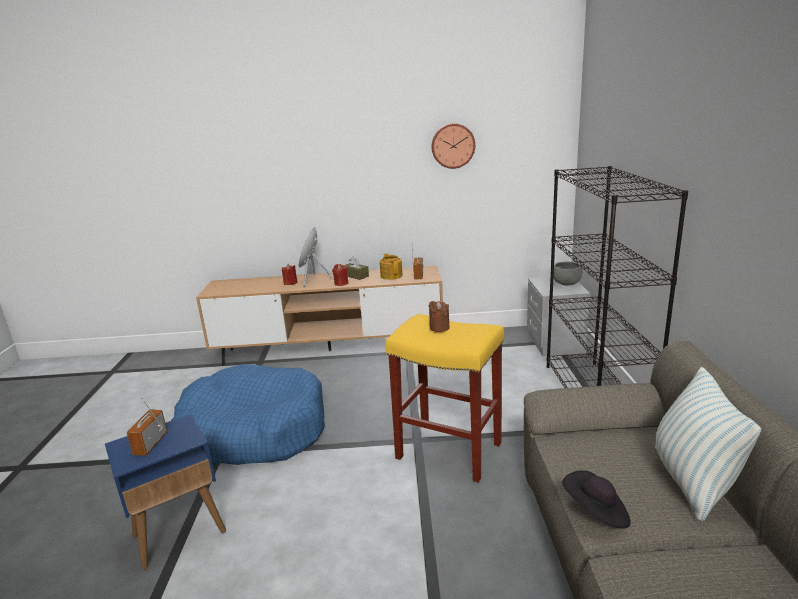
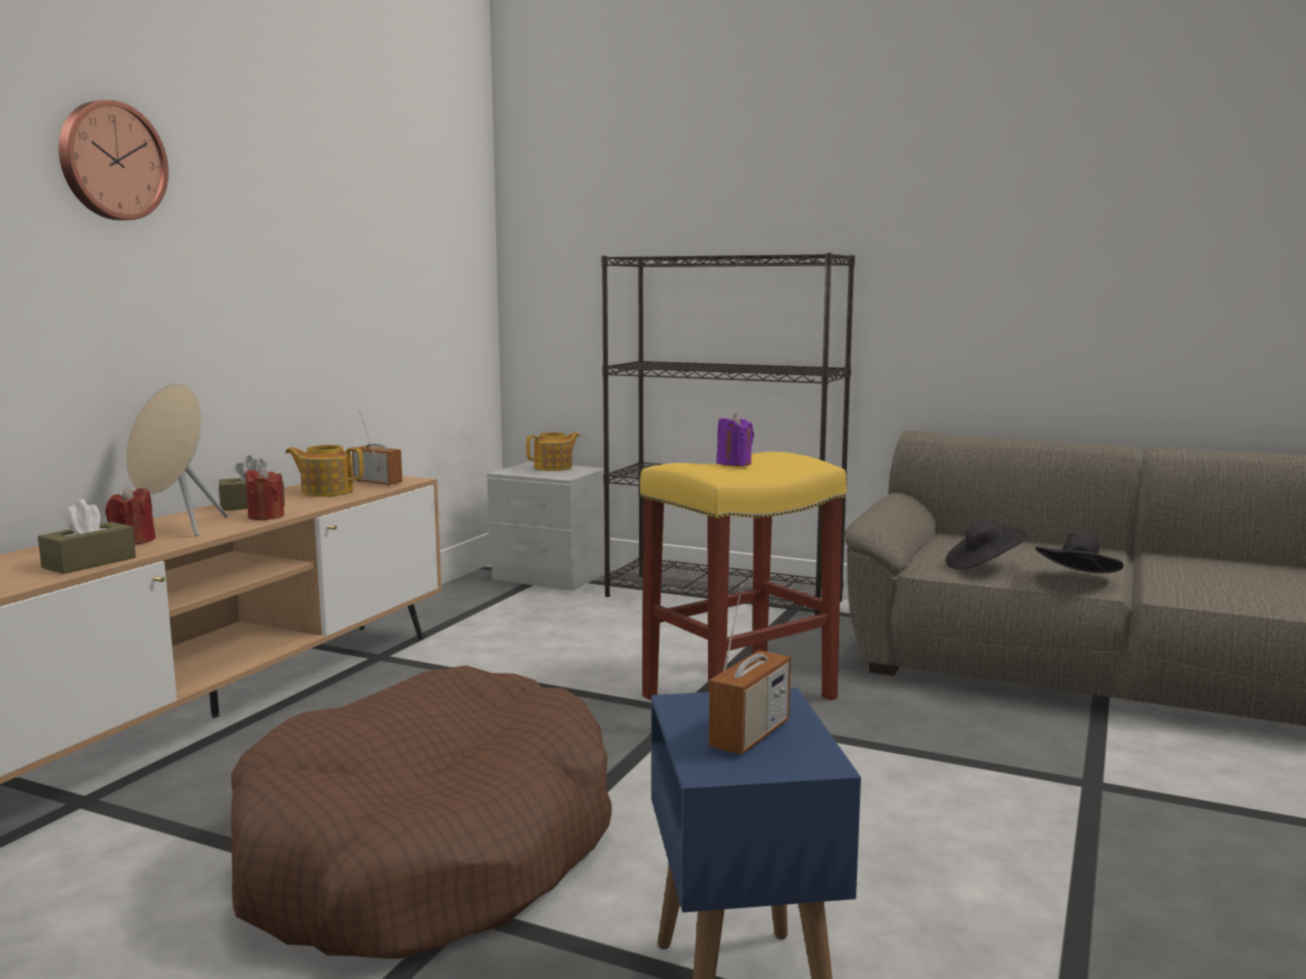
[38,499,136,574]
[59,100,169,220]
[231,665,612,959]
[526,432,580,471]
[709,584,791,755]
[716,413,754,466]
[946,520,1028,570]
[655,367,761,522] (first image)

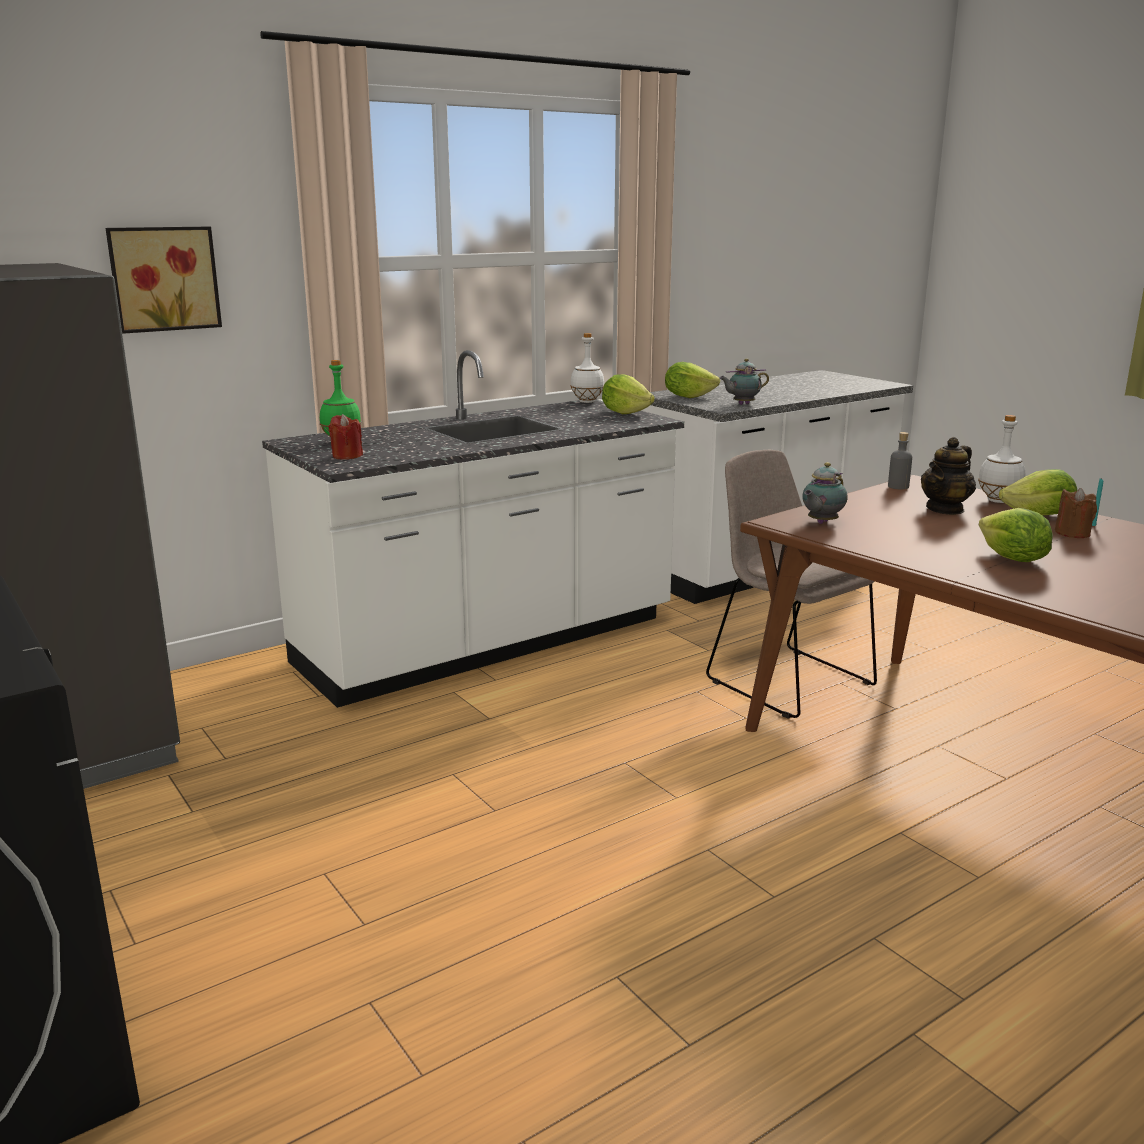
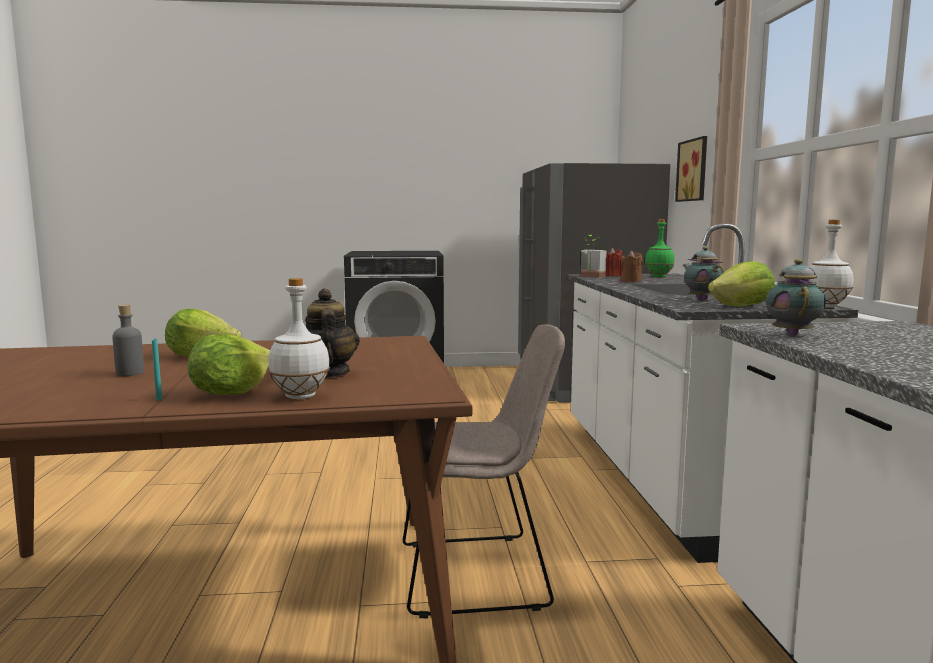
[112,305,144,376]
[581,235,607,278]
[621,251,643,282]
[683,247,725,300]
[665,362,720,398] (first image)

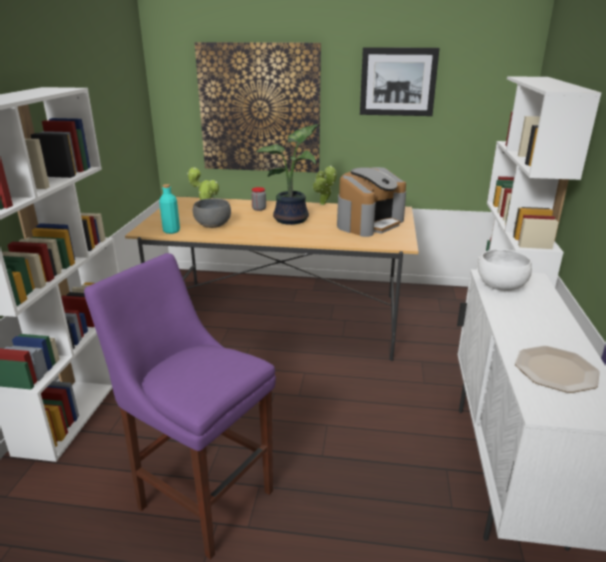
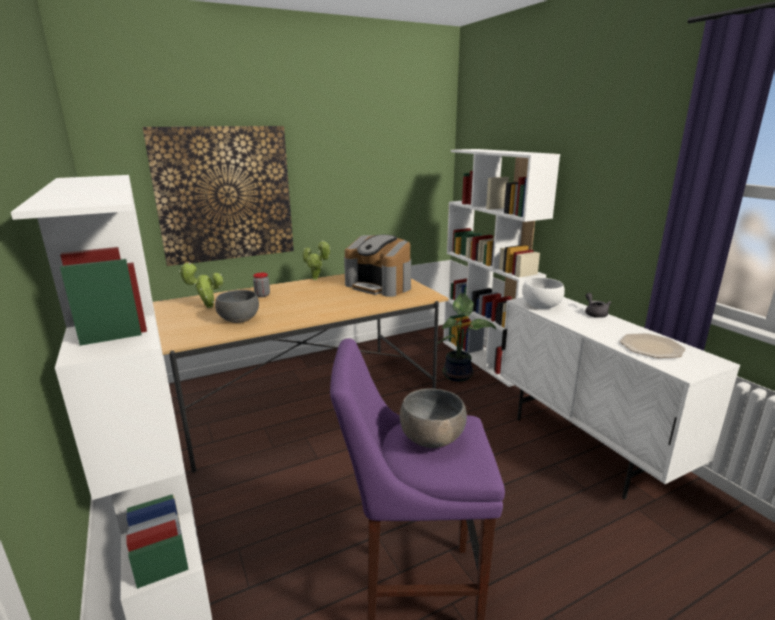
[344,235,411,297]
[400,388,467,448]
[437,293,496,382]
[585,293,611,318]
[159,184,180,234] (first image)
[360,47,440,116] (first image)

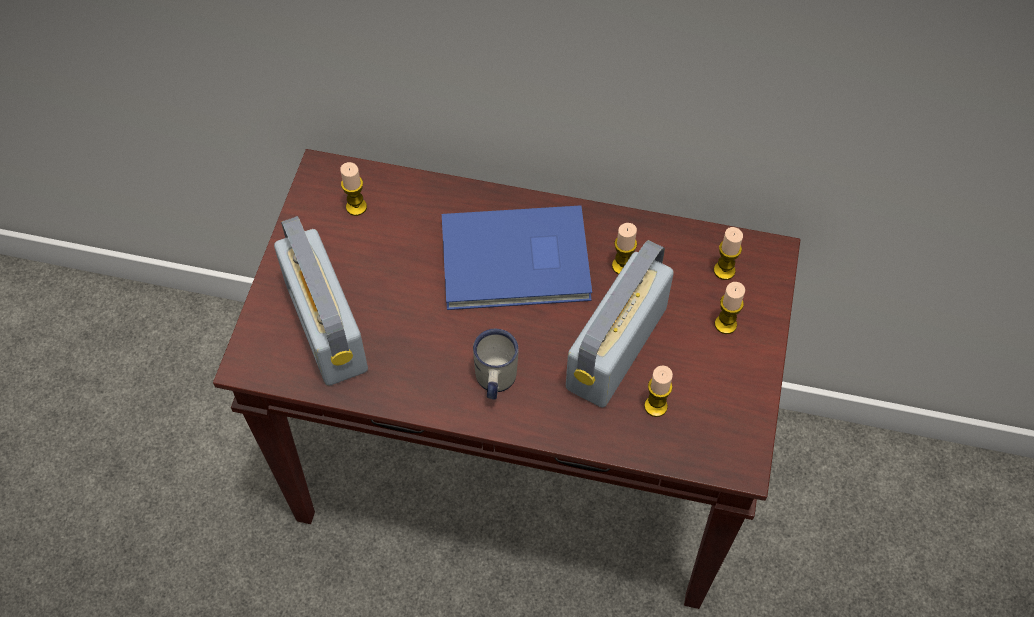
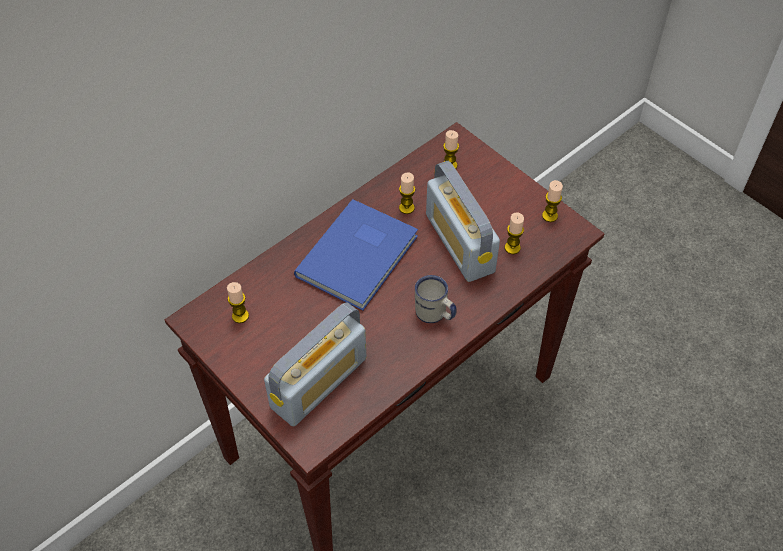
[264,302,366,426]
[542,180,563,222]

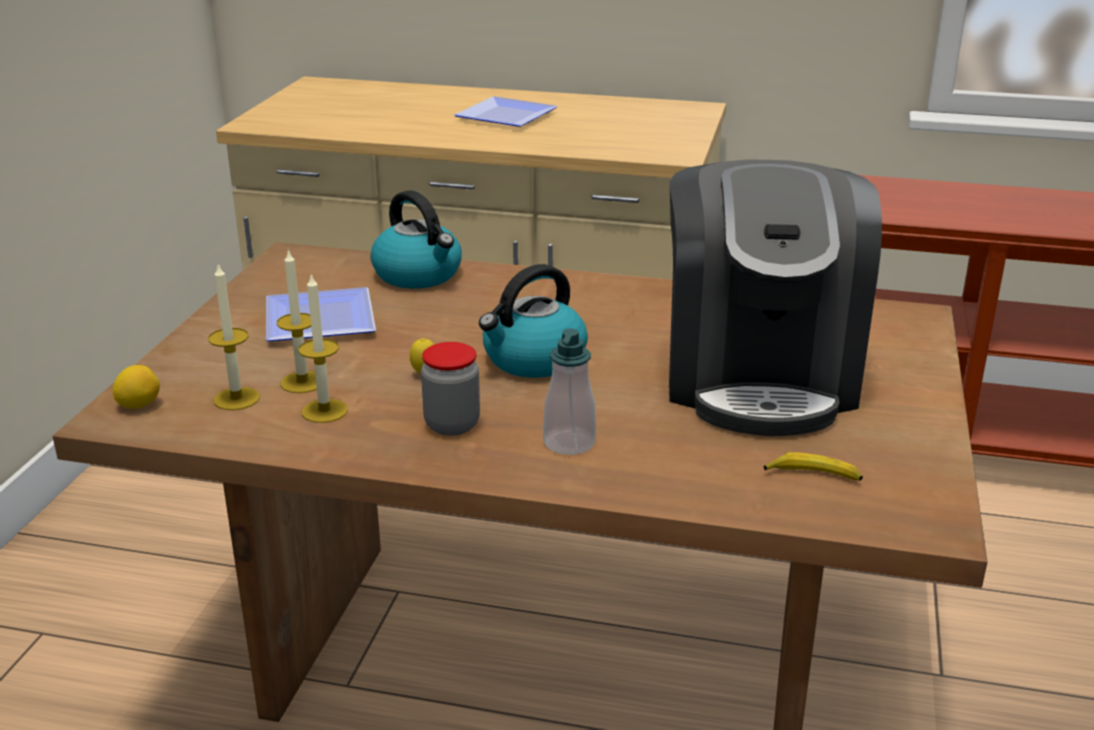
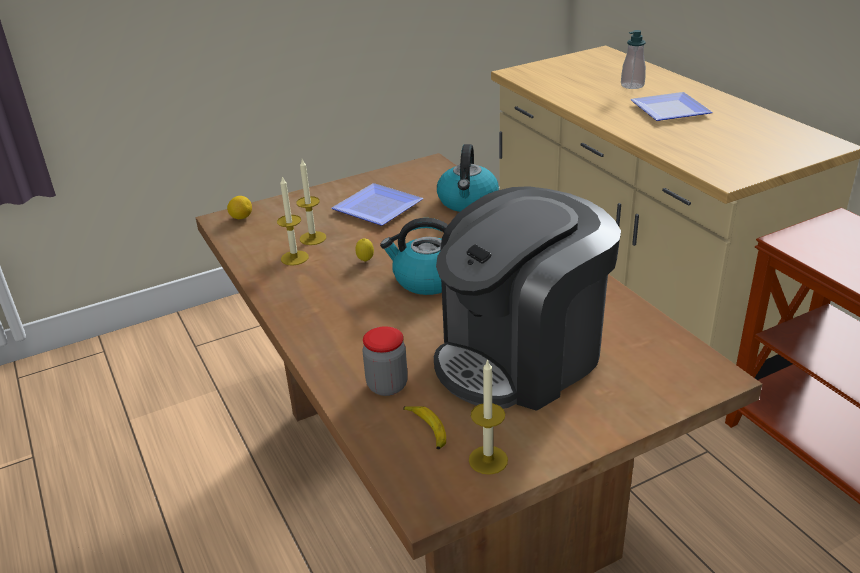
[362,326,408,396]
[469,359,508,475]
[621,30,646,89]

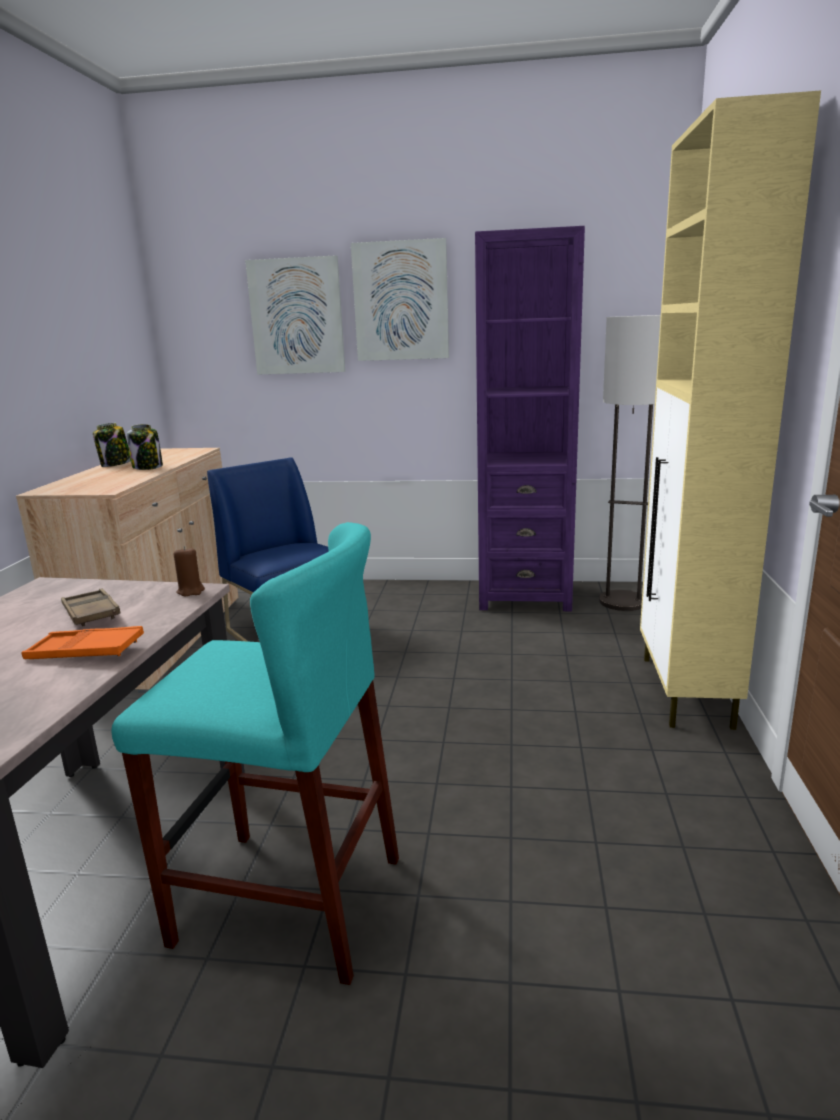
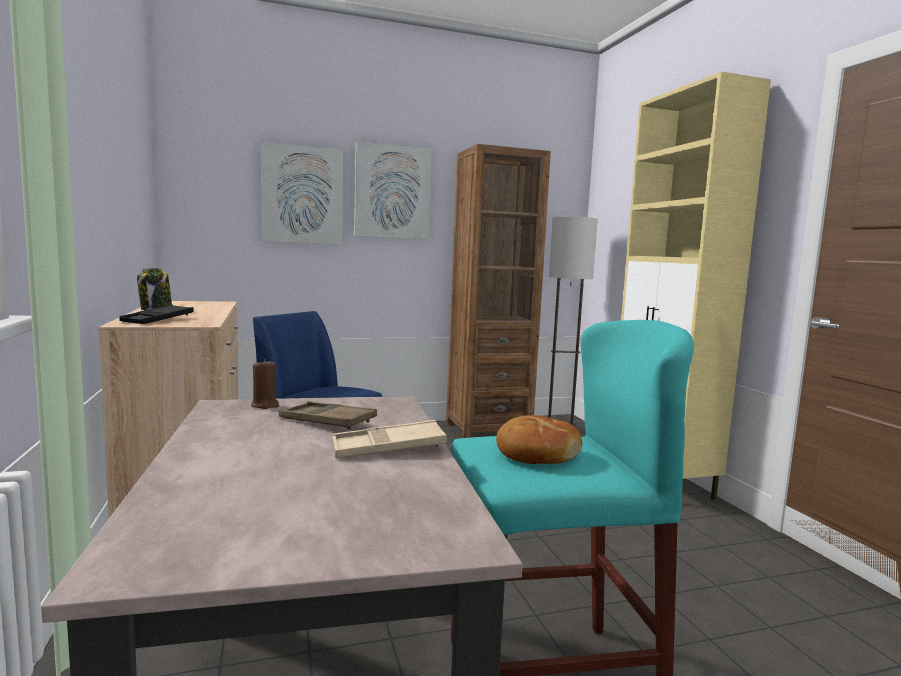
[119,305,194,324]
[251,359,279,409]
[332,420,447,458]
[446,144,551,438]
[496,415,582,464]
[127,424,163,470] (first image)

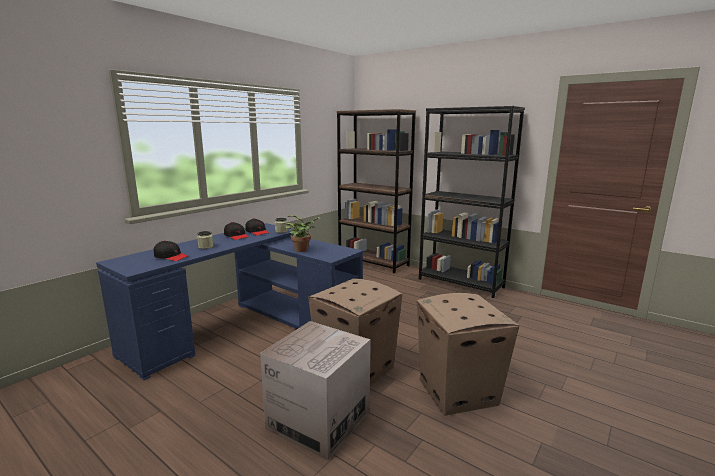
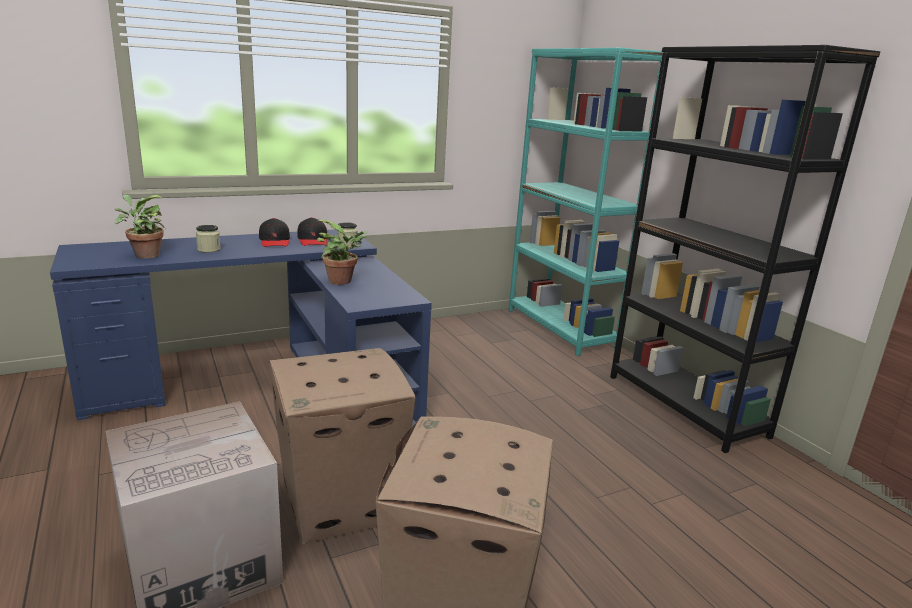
[114,195,166,259]
[508,48,662,356]

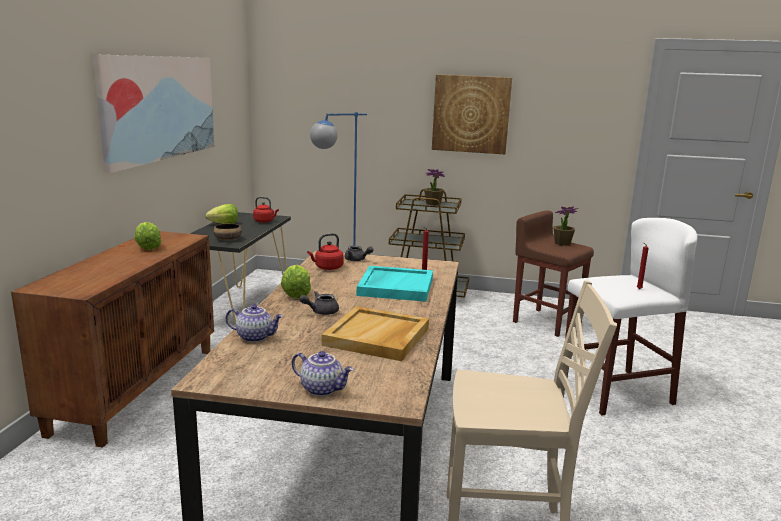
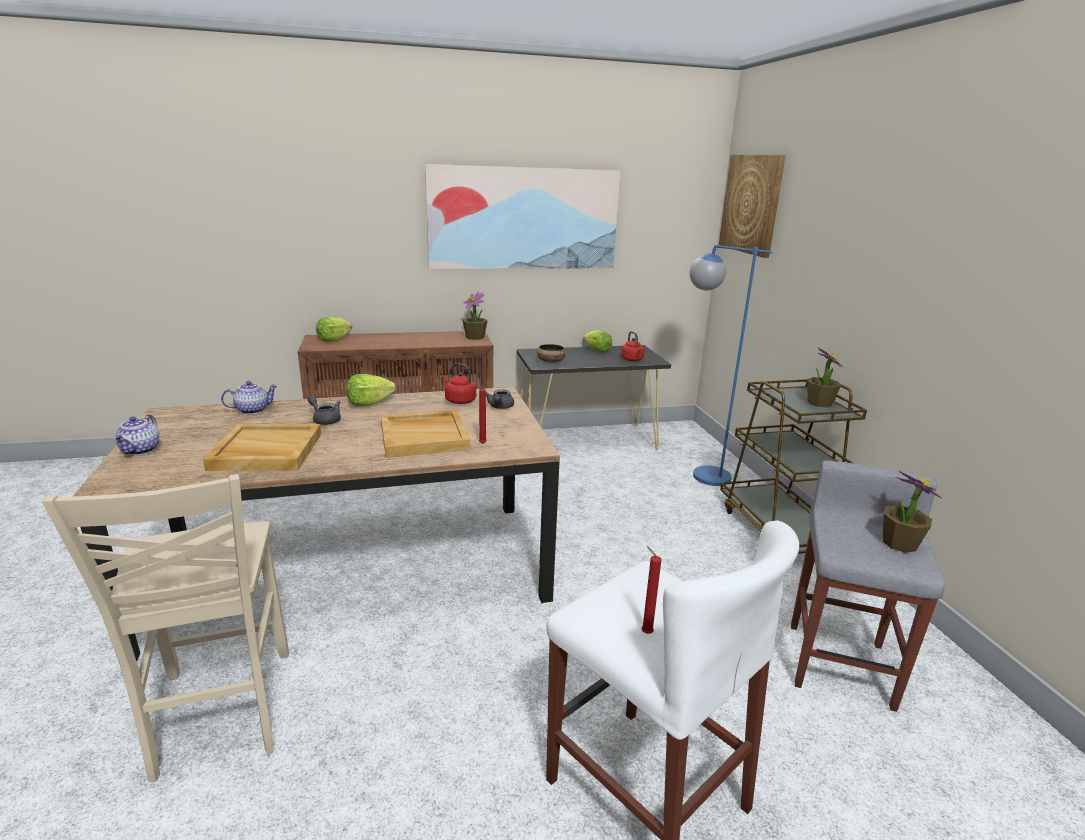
[221,381,278,414]
[316,317,352,342]
[381,410,470,458]
[462,292,488,340]
[719,155,786,258]
[791,460,946,712]

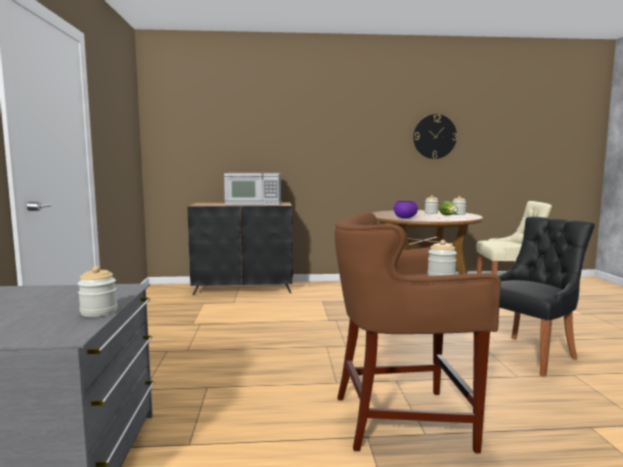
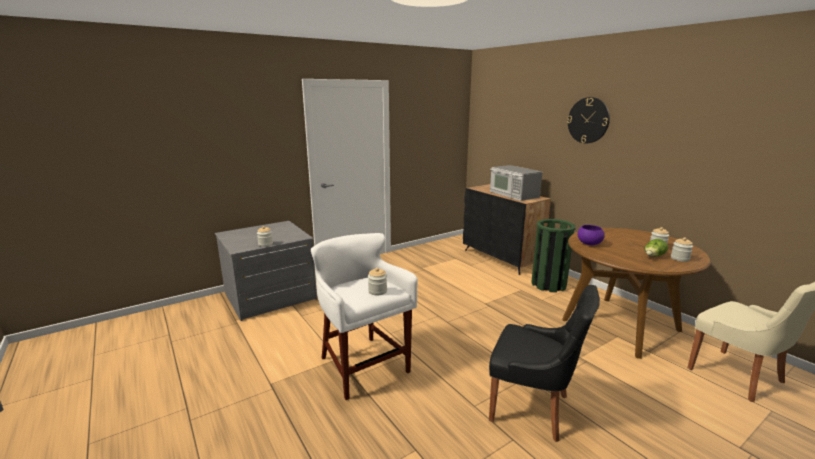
[311,233,418,400]
[531,219,575,292]
[567,97,610,143]

